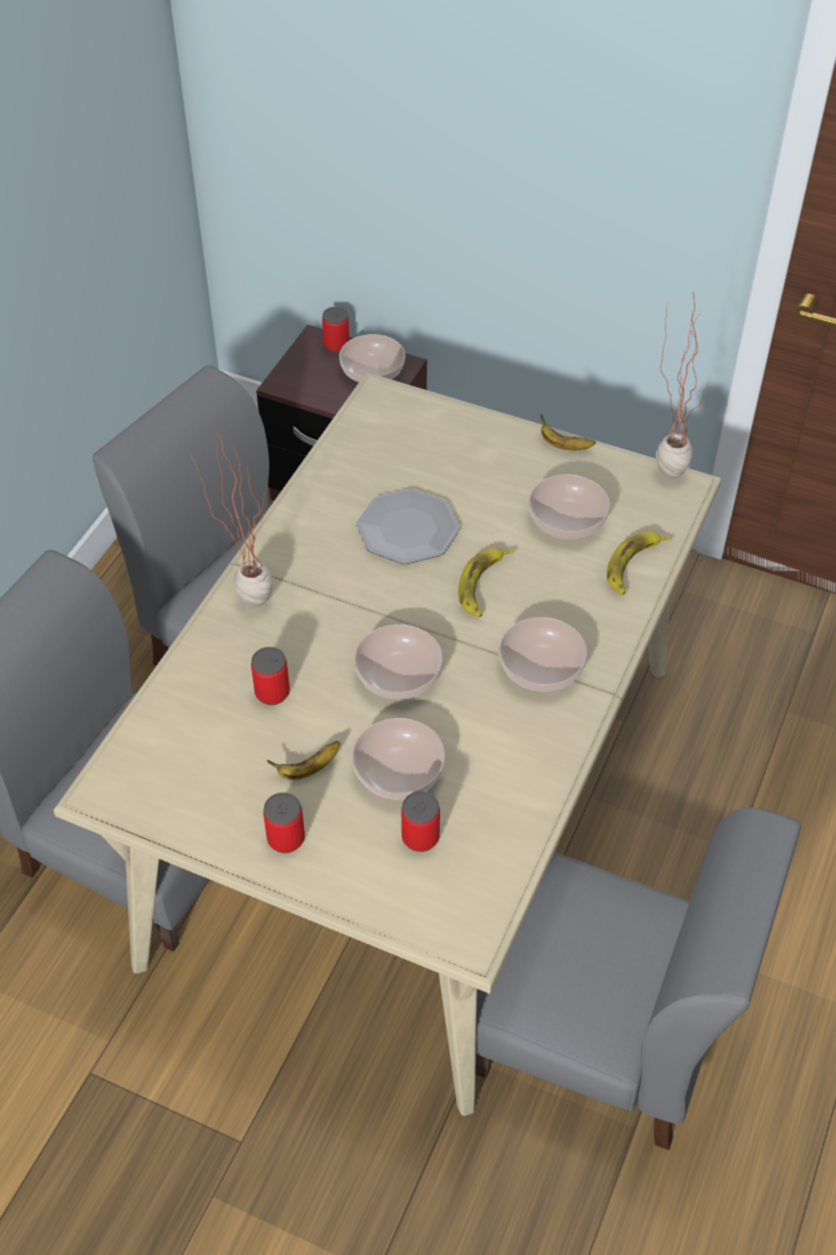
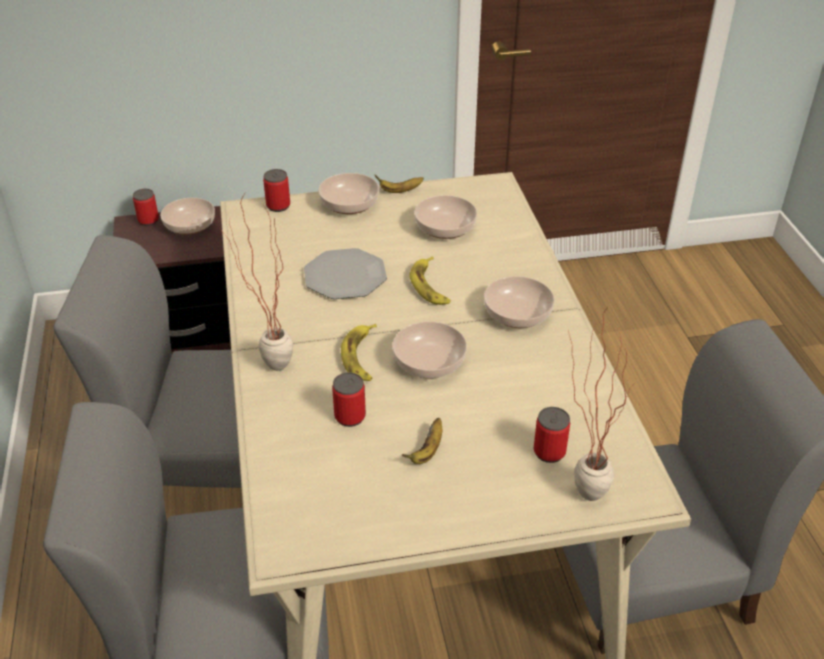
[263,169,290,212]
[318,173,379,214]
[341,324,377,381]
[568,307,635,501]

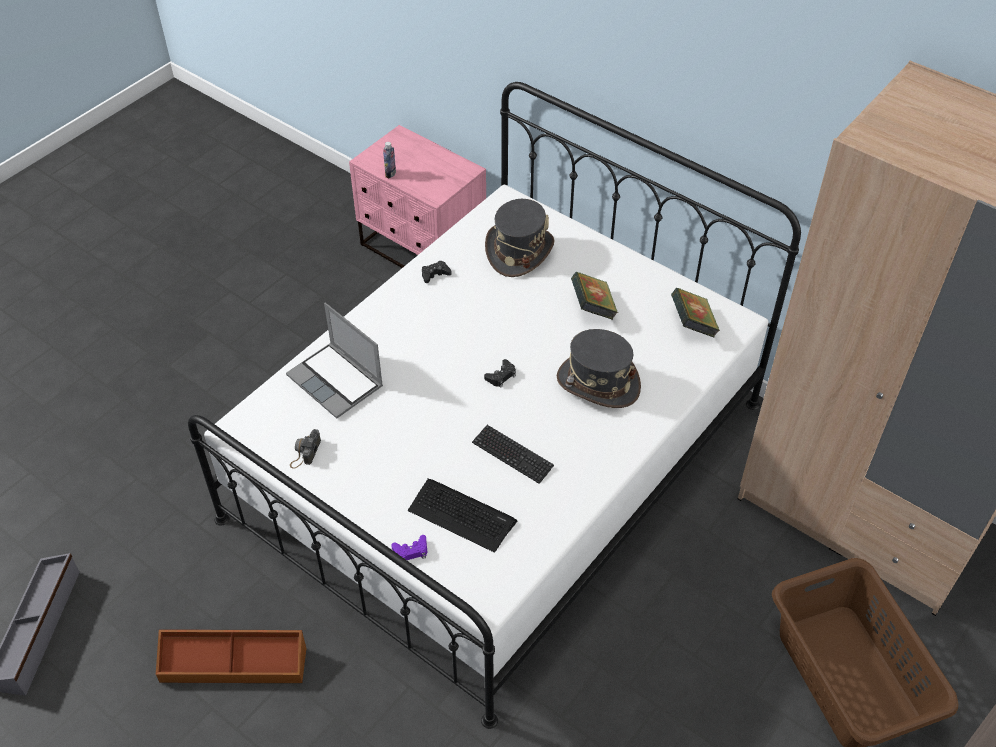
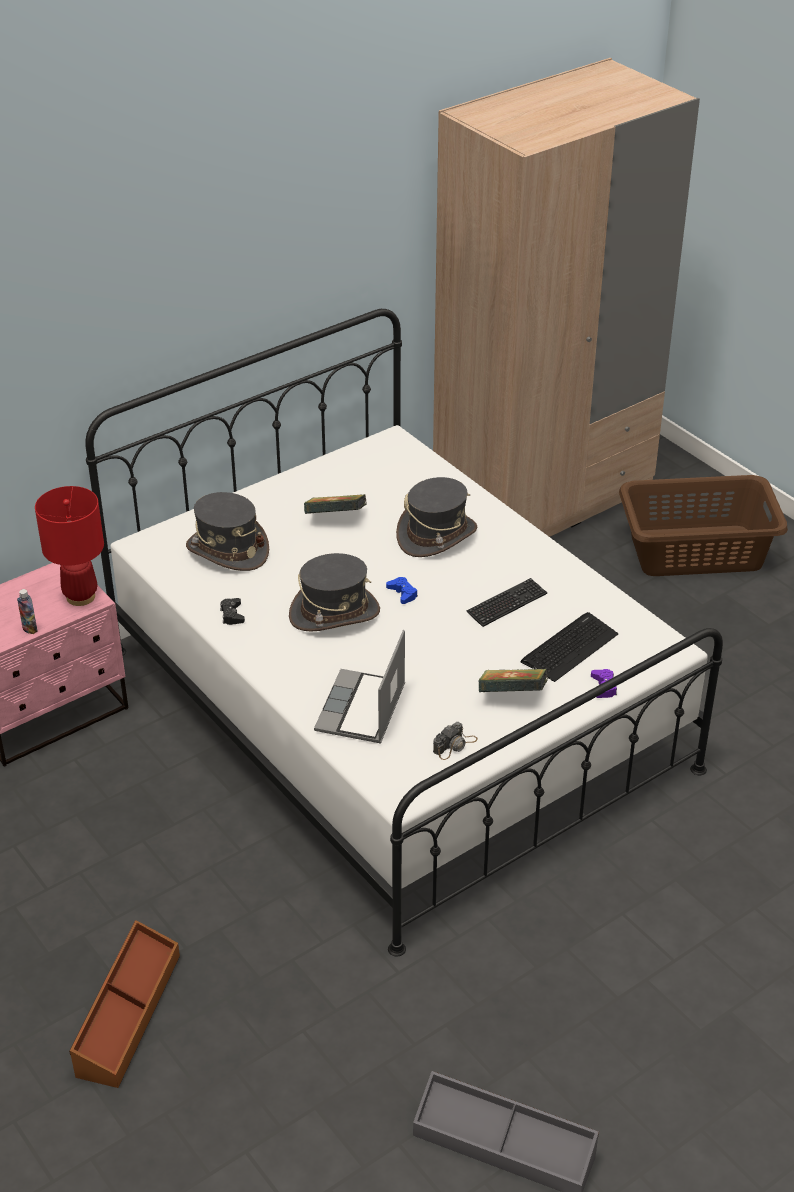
[35,486,104,606]
[69,920,180,1088]
[289,553,380,632]
[314,630,405,744]
[386,577,418,604]
[433,722,478,760]
[478,669,548,692]

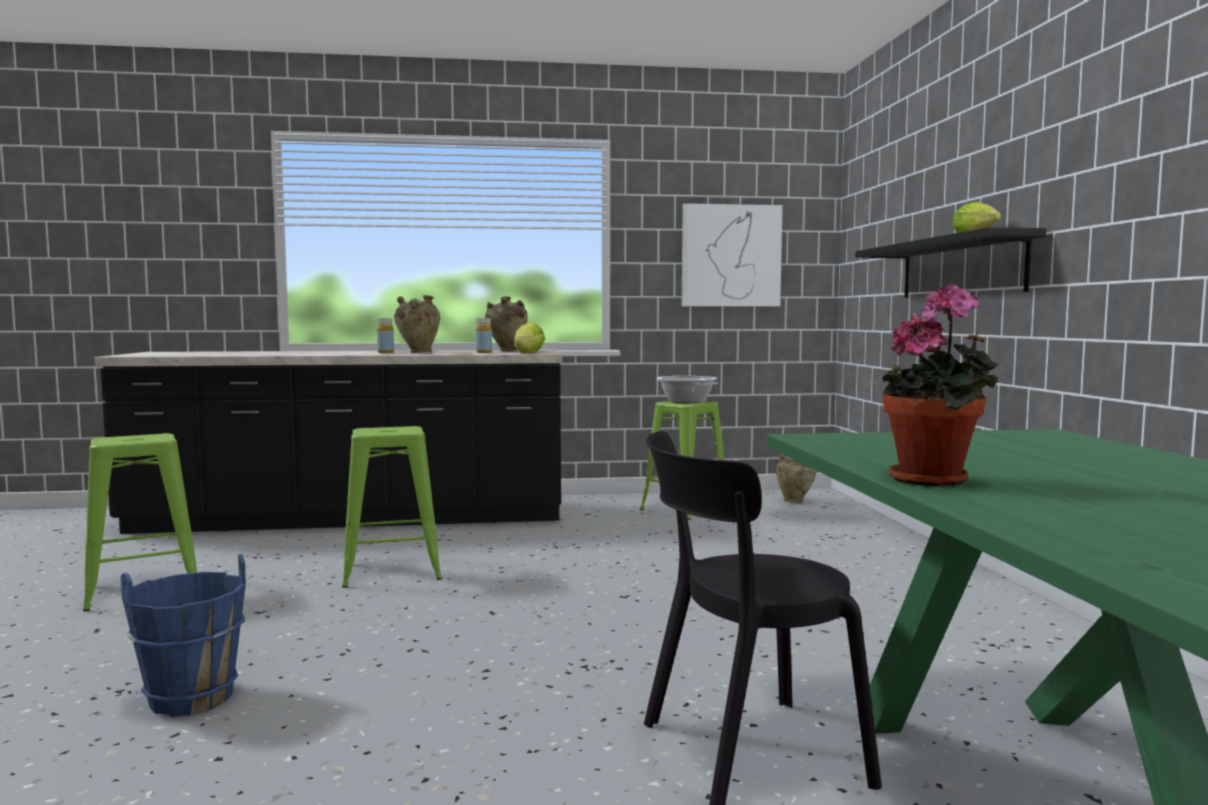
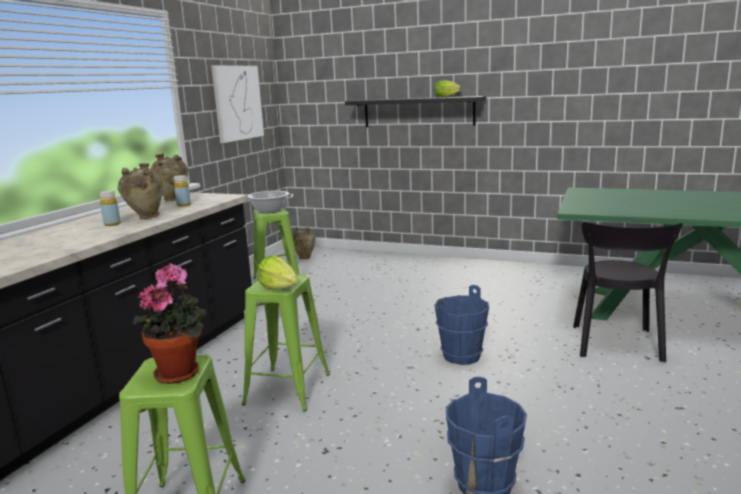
[133,263,206,384]
[257,256,298,290]
[434,285,489,365]

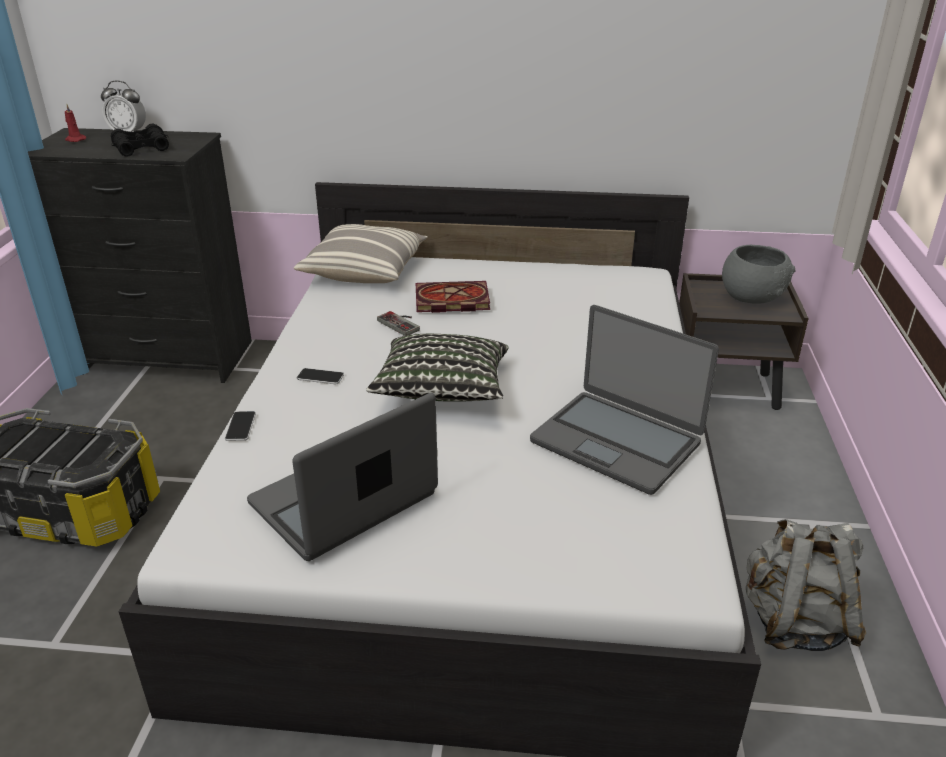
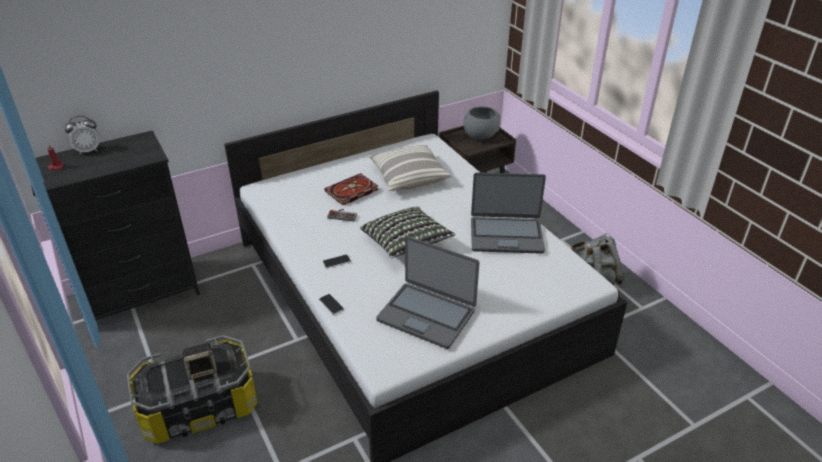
[182,343,217,380]
[369,145,451,191]
[376,236,480,349]
[111,124,169,157] (first image)

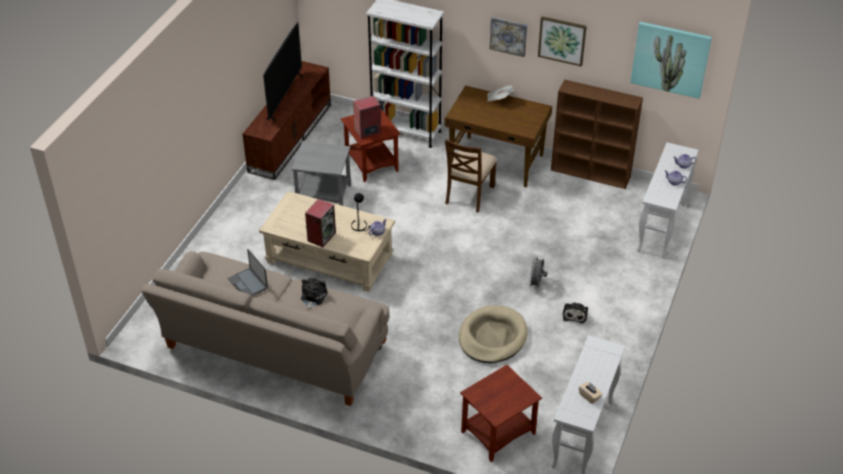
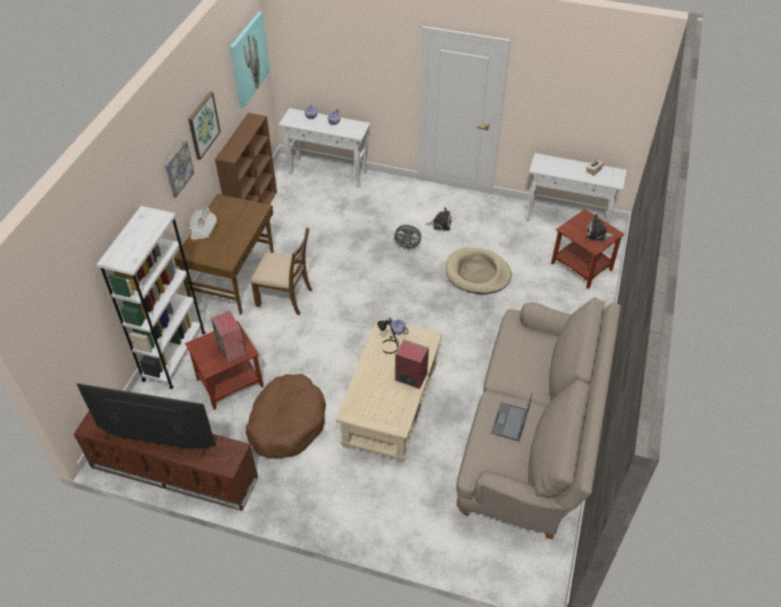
[246,374,326,459]
[491,393,532,442]
[586,214,615,242]

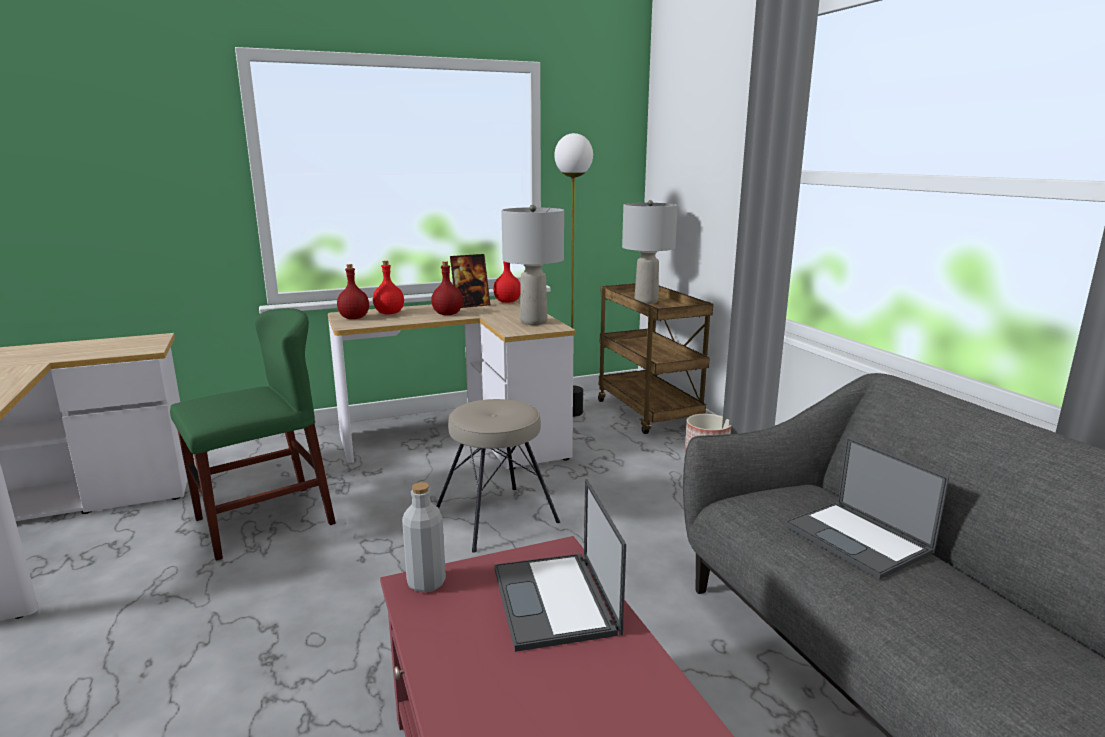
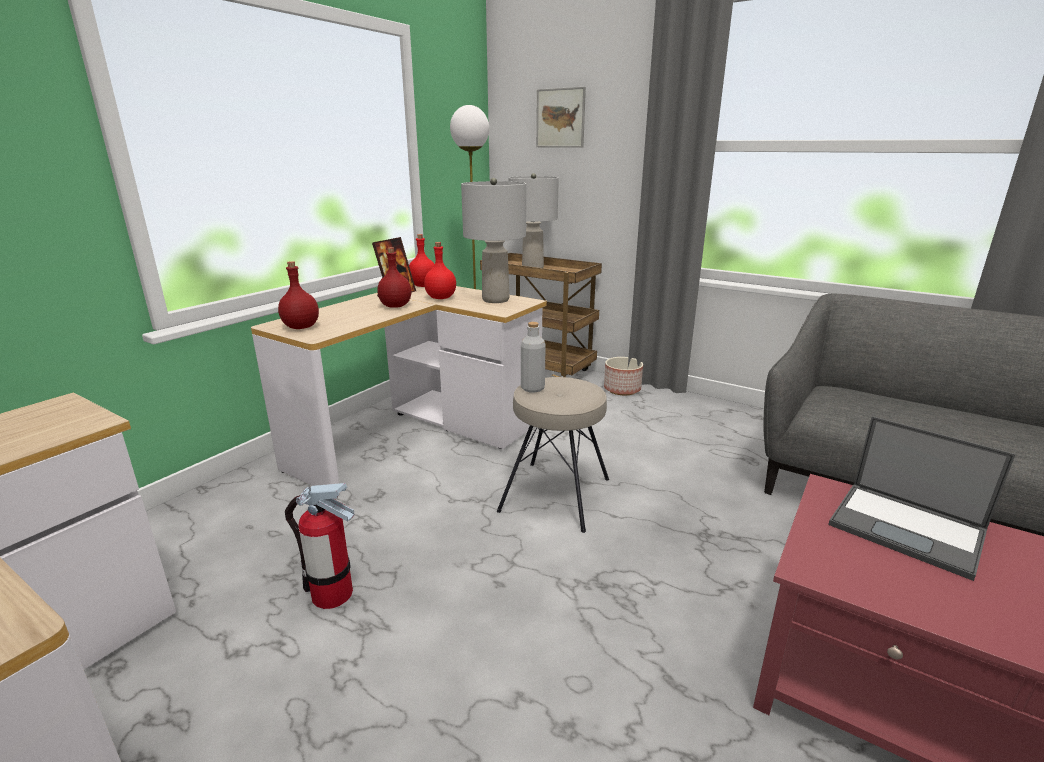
[285,483,354,609]
[424,242,456,299]
[521,322,546,393]
[536,87,586,147]
[784,437,949,580] (first image)

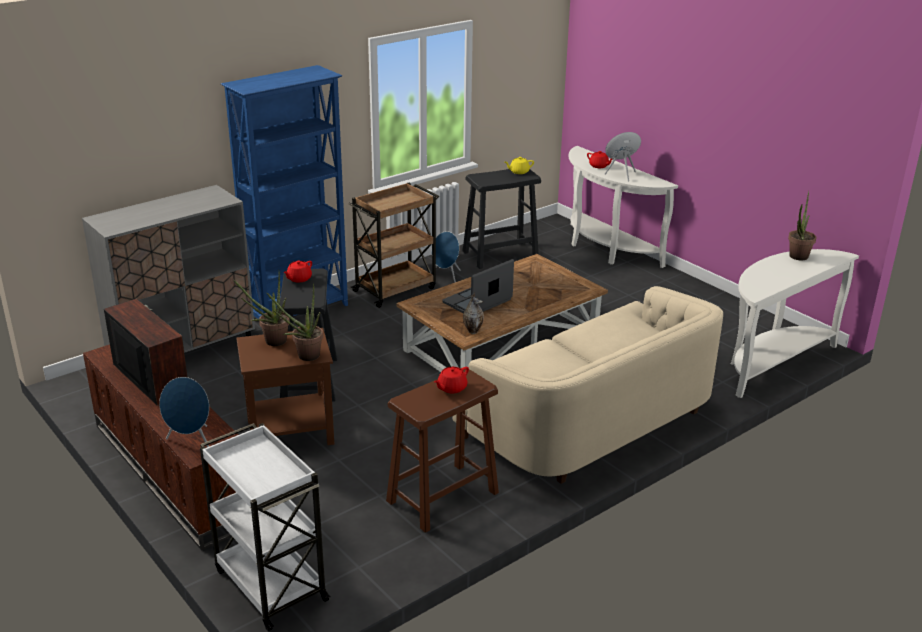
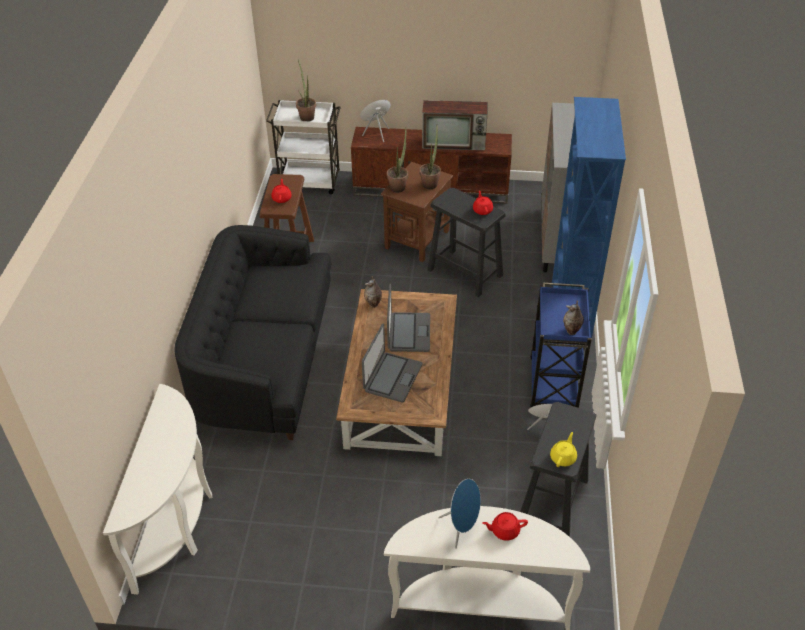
[175,225,331,440]
[296,60,316,121]
[362,324,422,403]
[530,282,592,408]
[563,300,584,335]

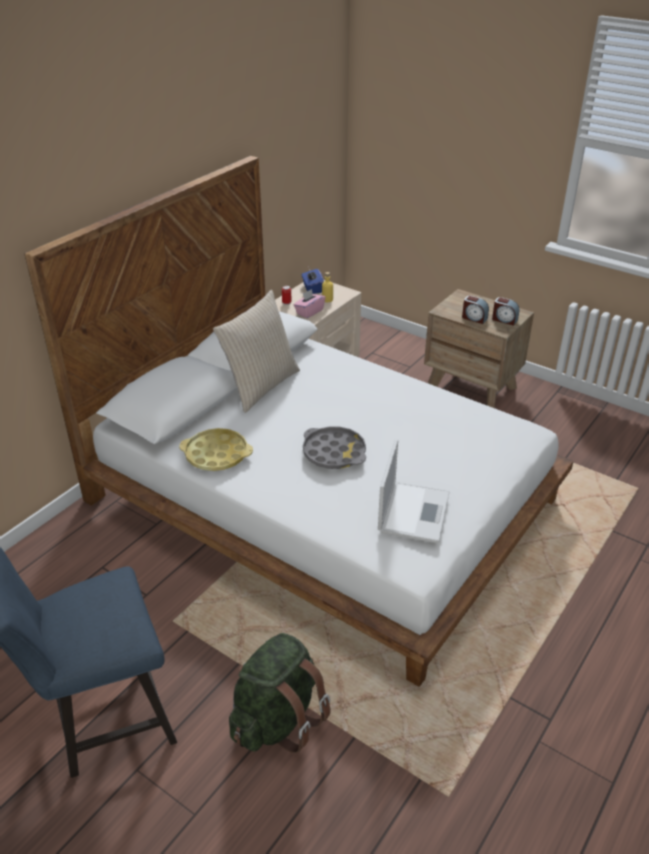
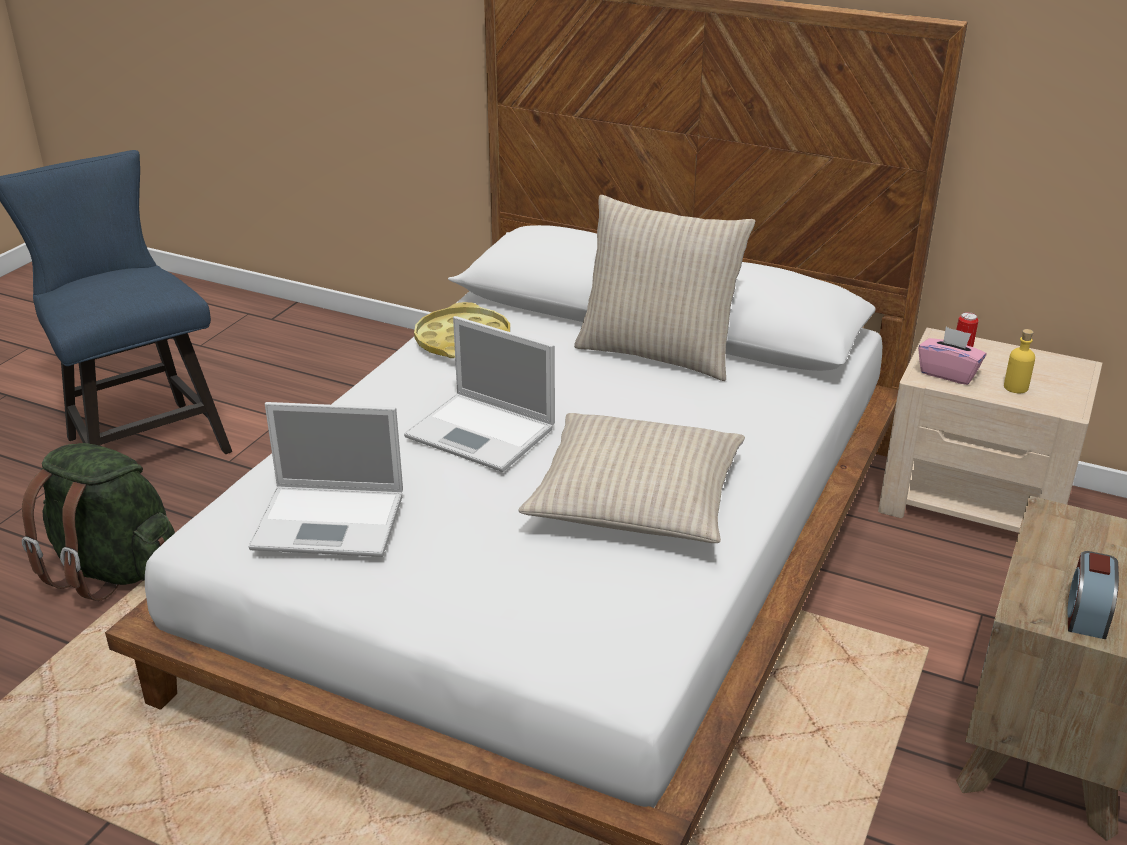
[404,316,555,472]
[519,413,745,543]
[302,269,324,294] (first image)
[462,296,489,324] (first image)

